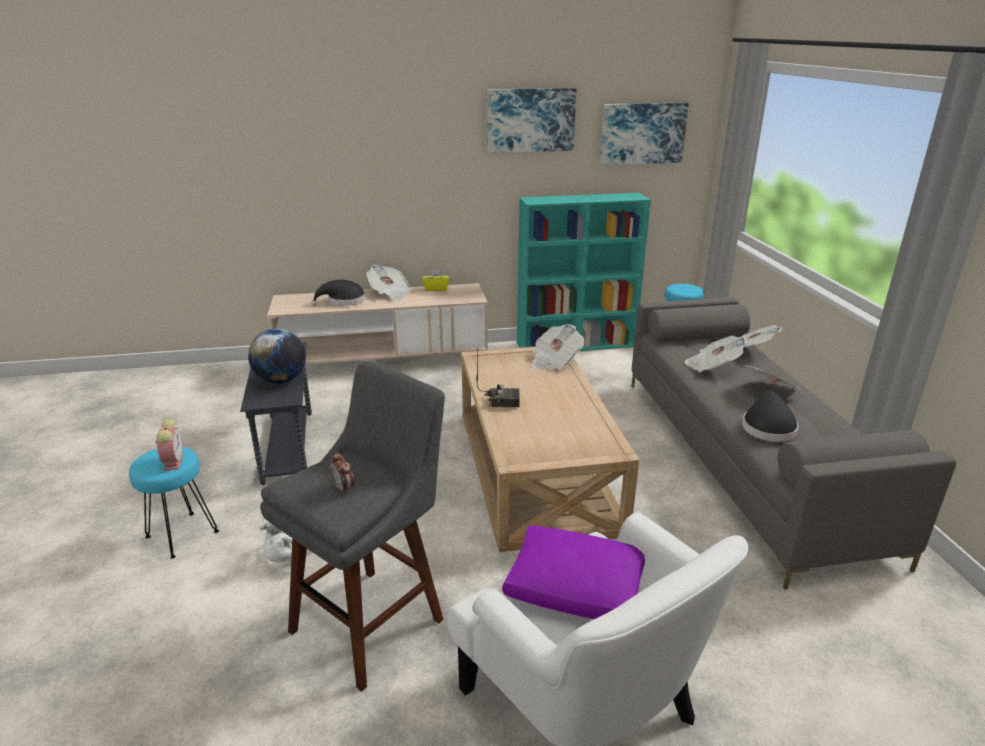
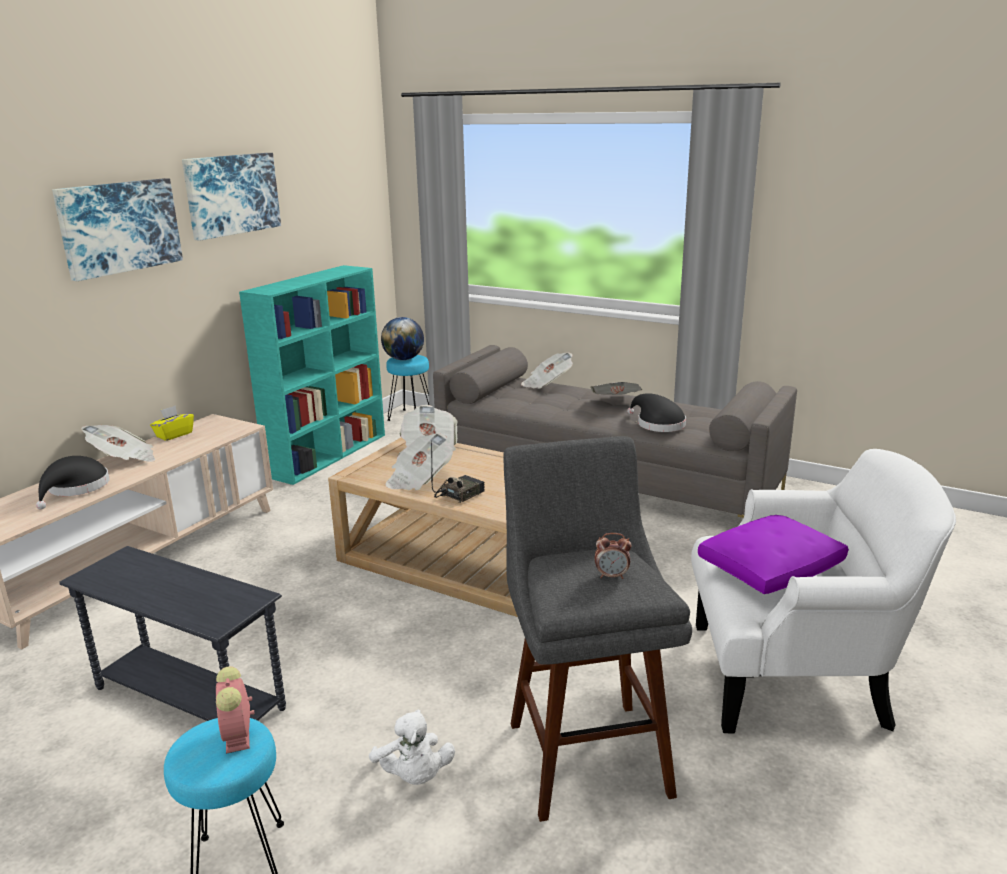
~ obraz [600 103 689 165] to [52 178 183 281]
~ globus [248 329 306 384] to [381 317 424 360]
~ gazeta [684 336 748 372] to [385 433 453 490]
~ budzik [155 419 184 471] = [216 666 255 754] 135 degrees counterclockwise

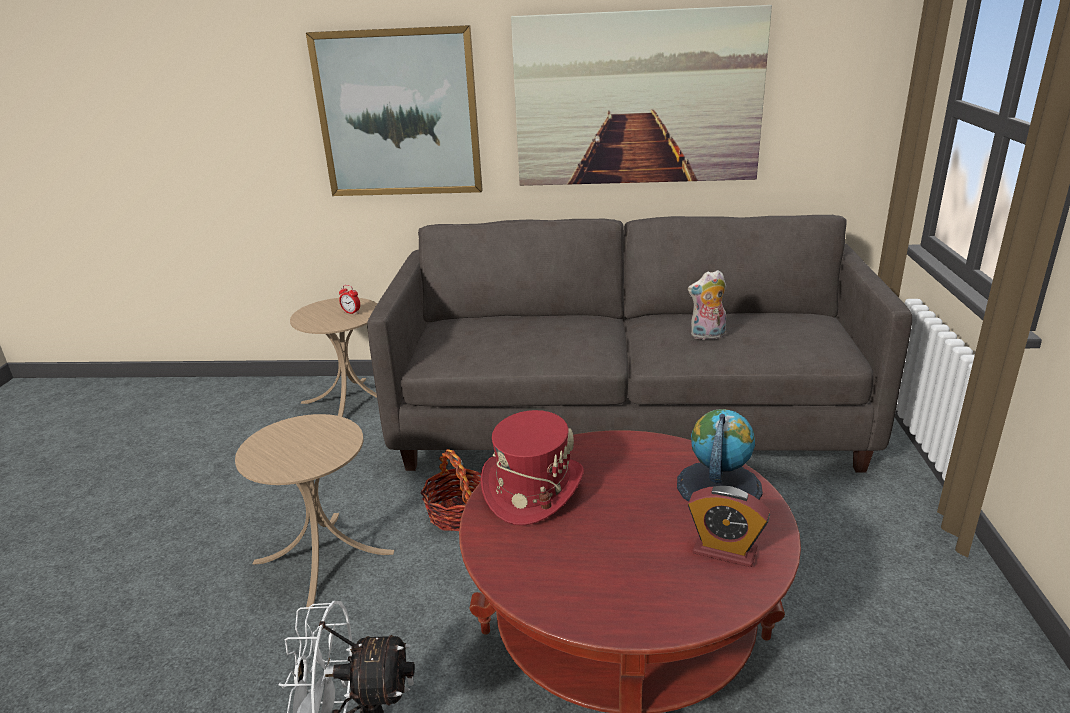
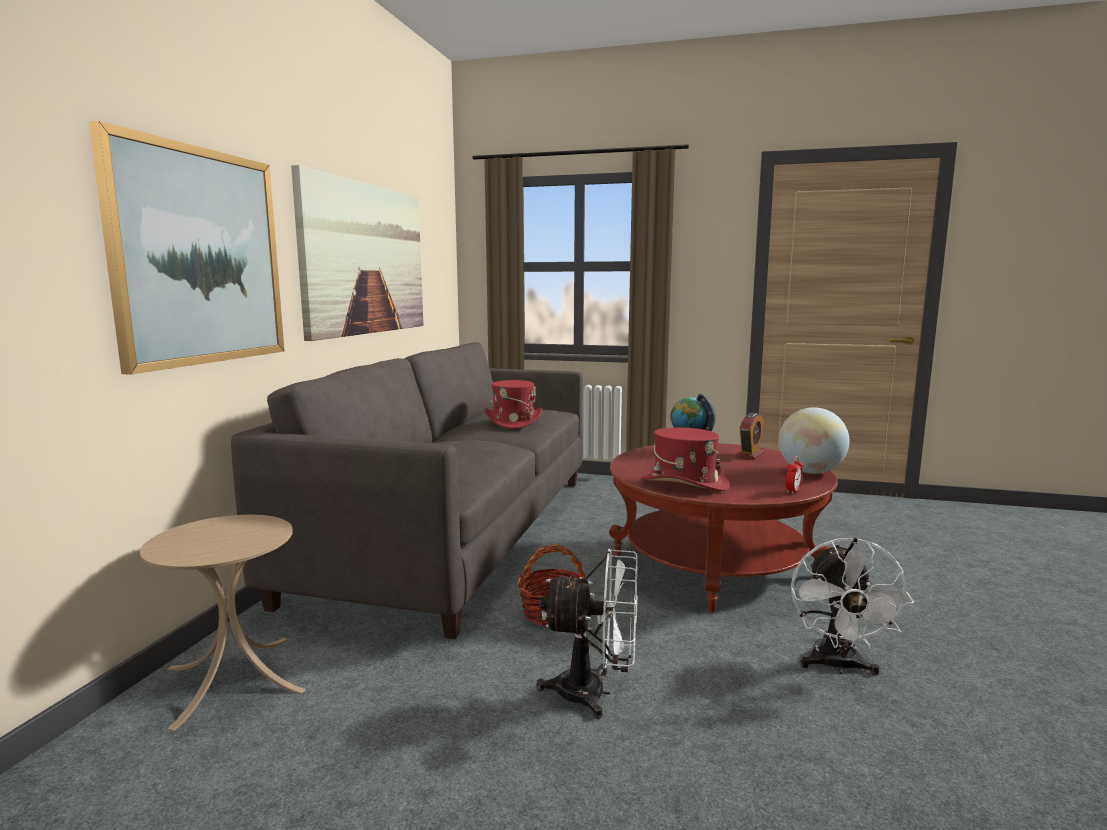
~ pluszak [688 270 726 340] to kapelusz (czerwony) [484 380 542 429]
~ budzik [339 285 360 315] to [785 456 804 494]
~ stolik (beżowy) [235 414 394 607] to wentylator (biały) [536 549 638 719]
+ globus [779 407 849 474]

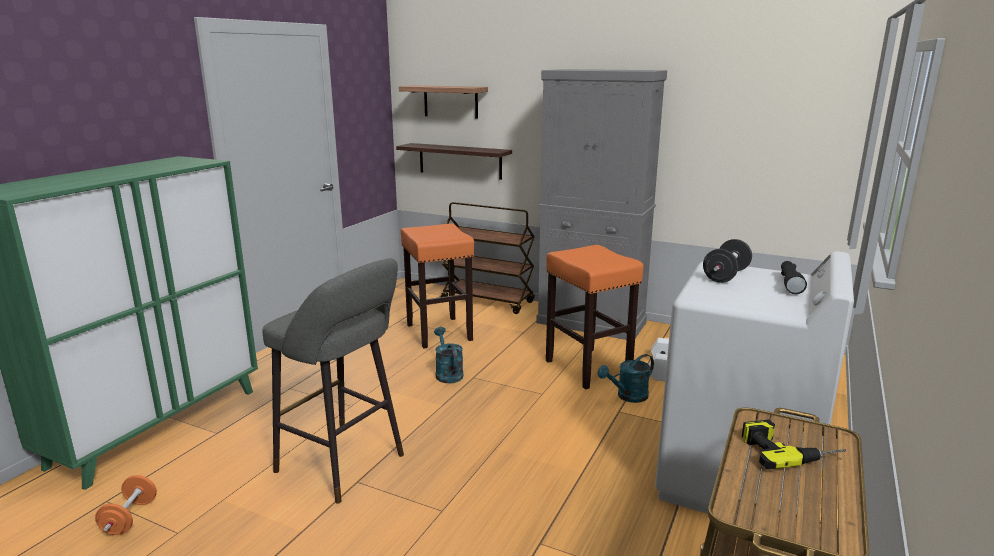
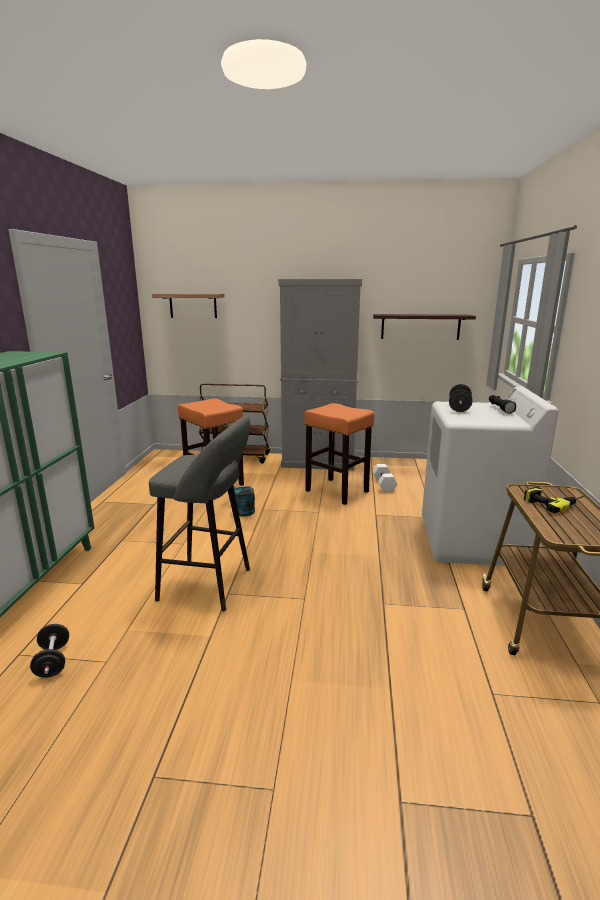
~ półka [396 143 512 180] to [373 314 476 340]
- konewka (turkusowy) [597 354 654 403]
~ hantel (pomarańczowy) [95 475 157 535] to hantel (czarny) [30 624 69 678]

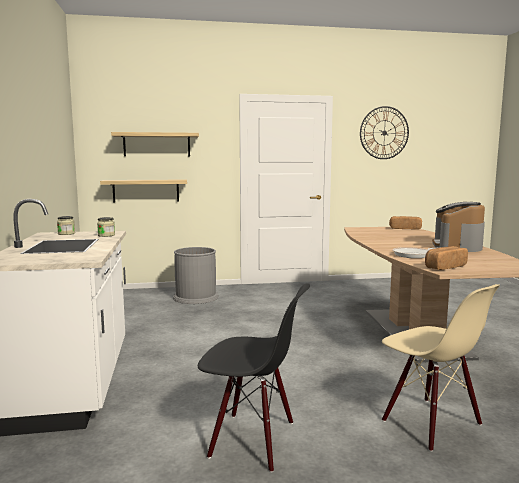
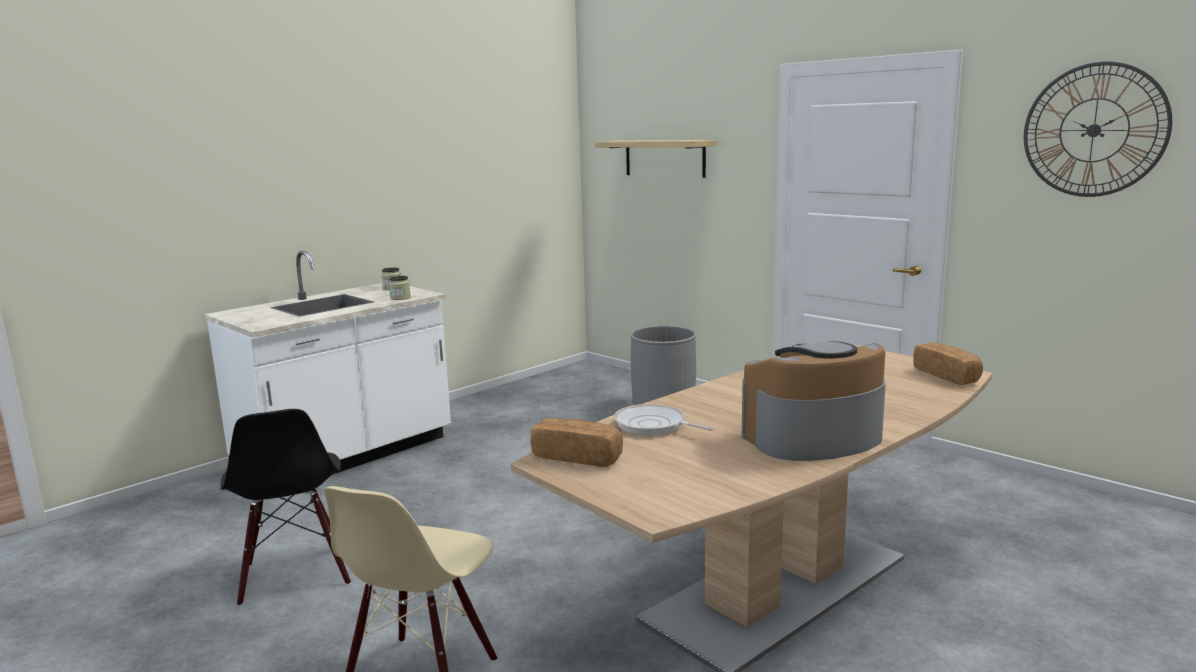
- półka [100 180 187 202]

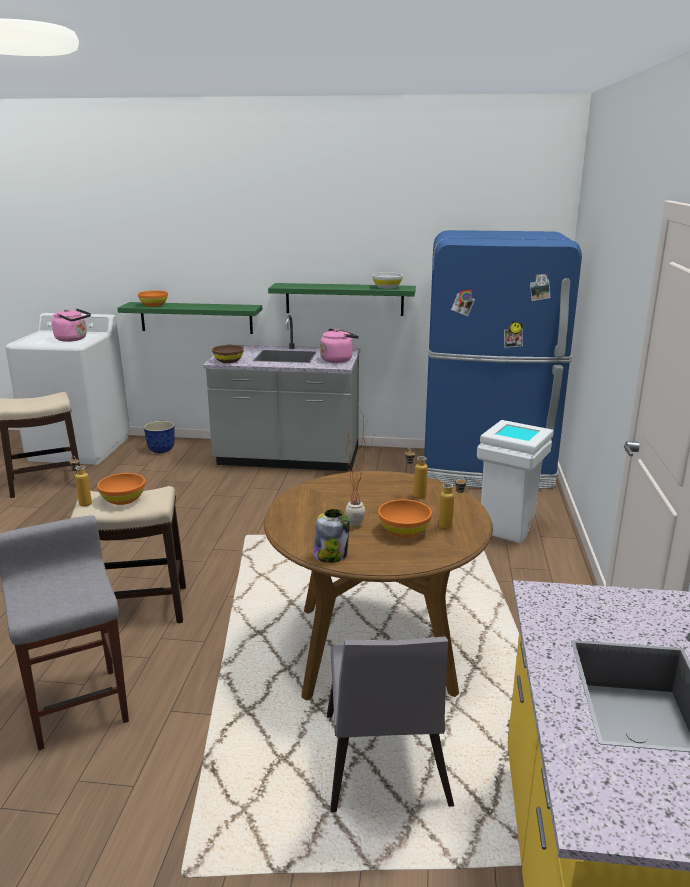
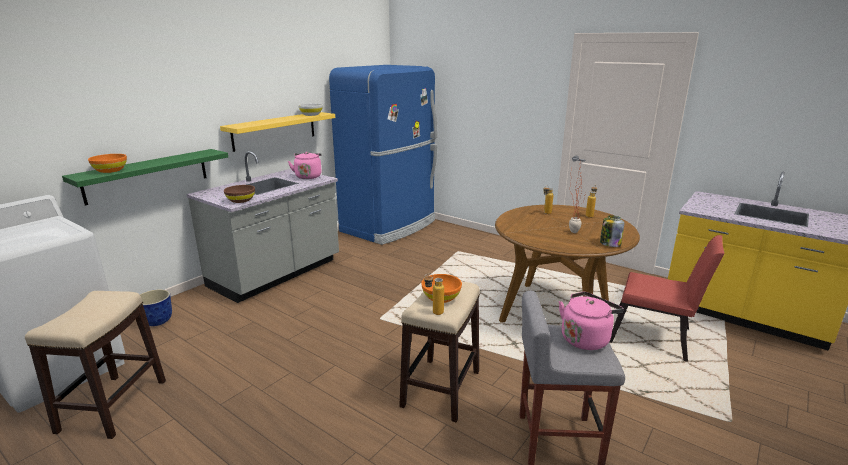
~ półka (zielony) [268 283 416 316] to półka (żółty) [220 112 335 152]
~ czajnik (różowy) [52 308 91 342] to [559 292 624 350]
- kosz na śmieci (biały) [477 420 554 543]
- miska (pomarańczowy) [378 499 432 538]
~ krzesło (szary) [327 637 454 812] to krzesło (czerwony) [609 235 725 362]

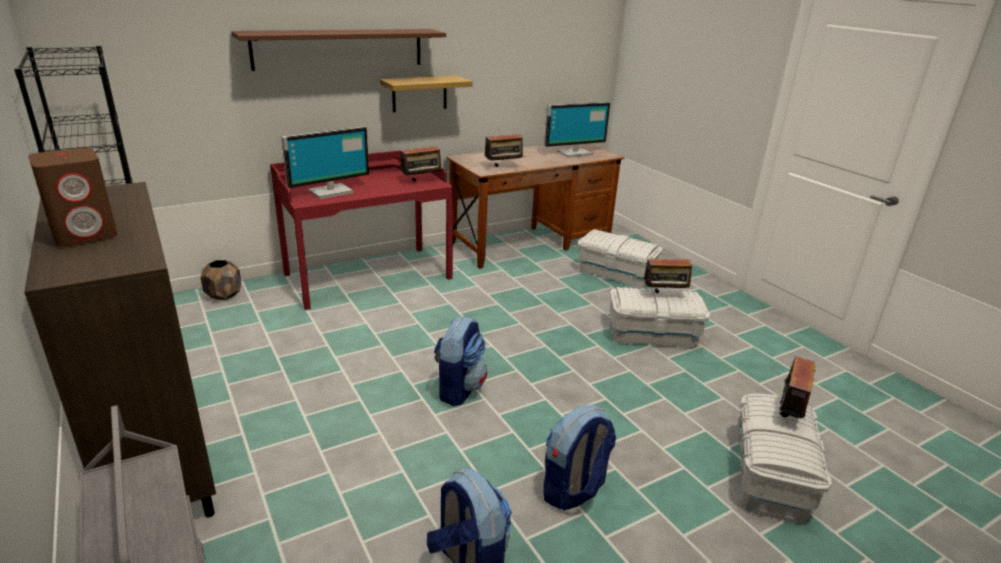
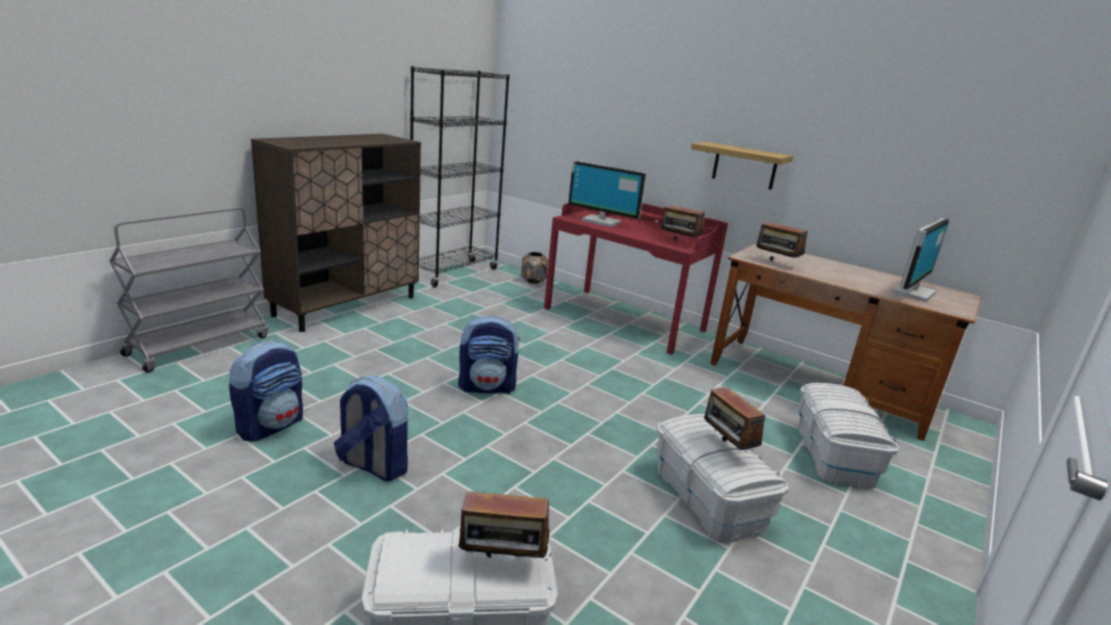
- półka (brązowy) [231 29 446 71]
~ monitor [544 102 610 158] = [892 218 949 302] 90 degrees counterclockwise
- głośnik (brązowy) [28 148 118 247]

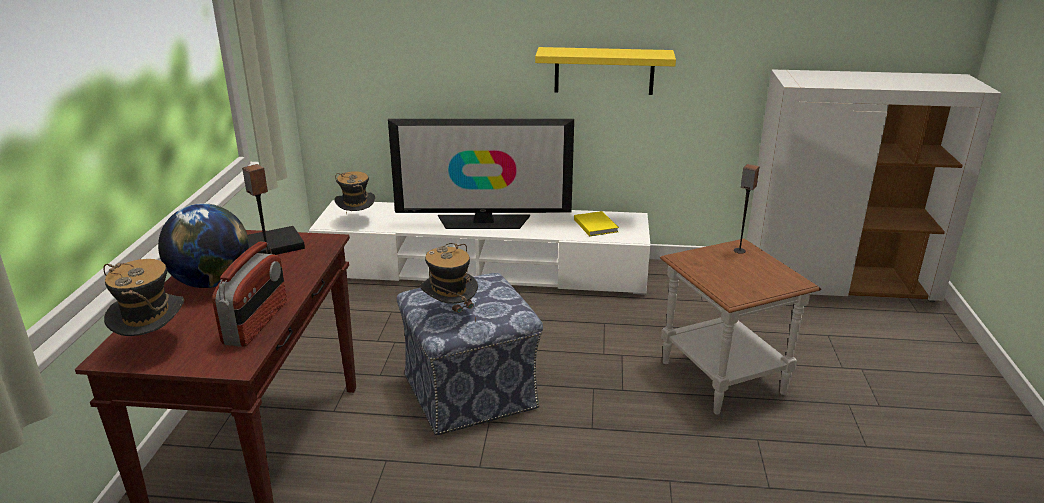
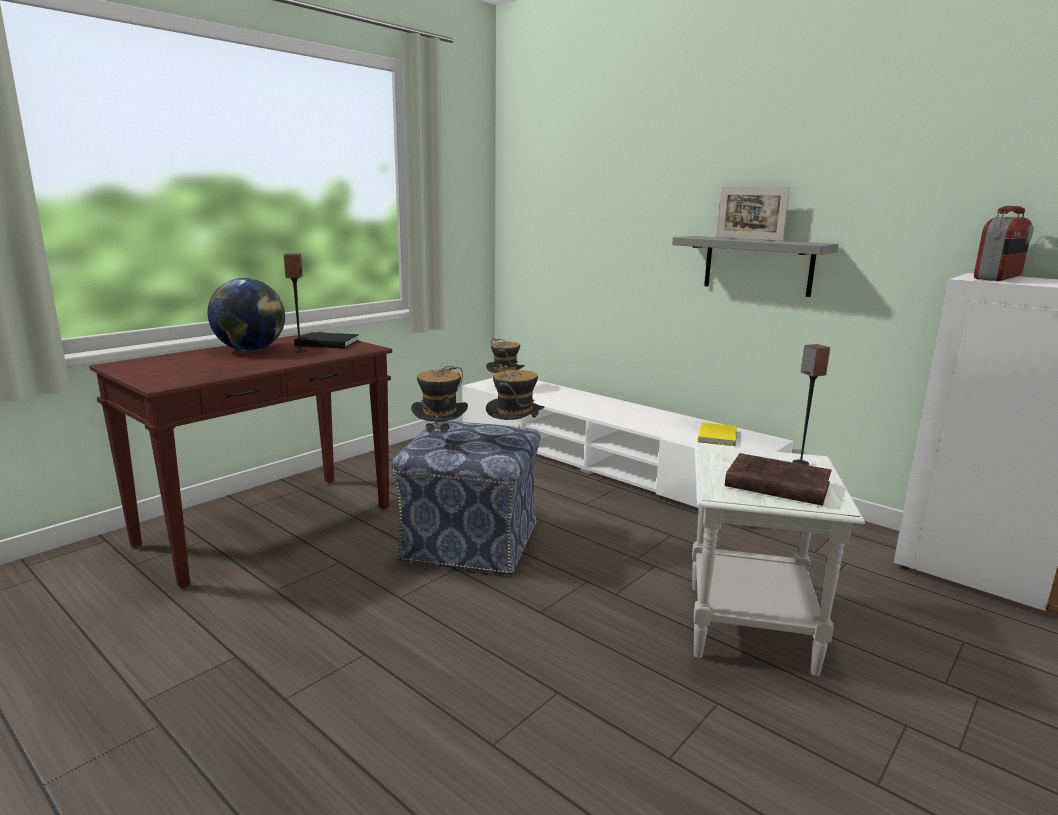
~ półka (żółty) [535 47 676 95] to półka (szary) [672 236 839 297]
- telewizor [388 119 574 229]
~ stolik (brązowy) [660 239 821 415] to stolik (biały) [692 445 865 676]
~ radio [212 241 287 347] to [974 206 1034 281]
~ kapelusz [103 259 184 336] to [486 364 544 428]
+ ramka na zdjęcie [716 187 790 241]
+ książka (brązowy) [725 453 832 506]

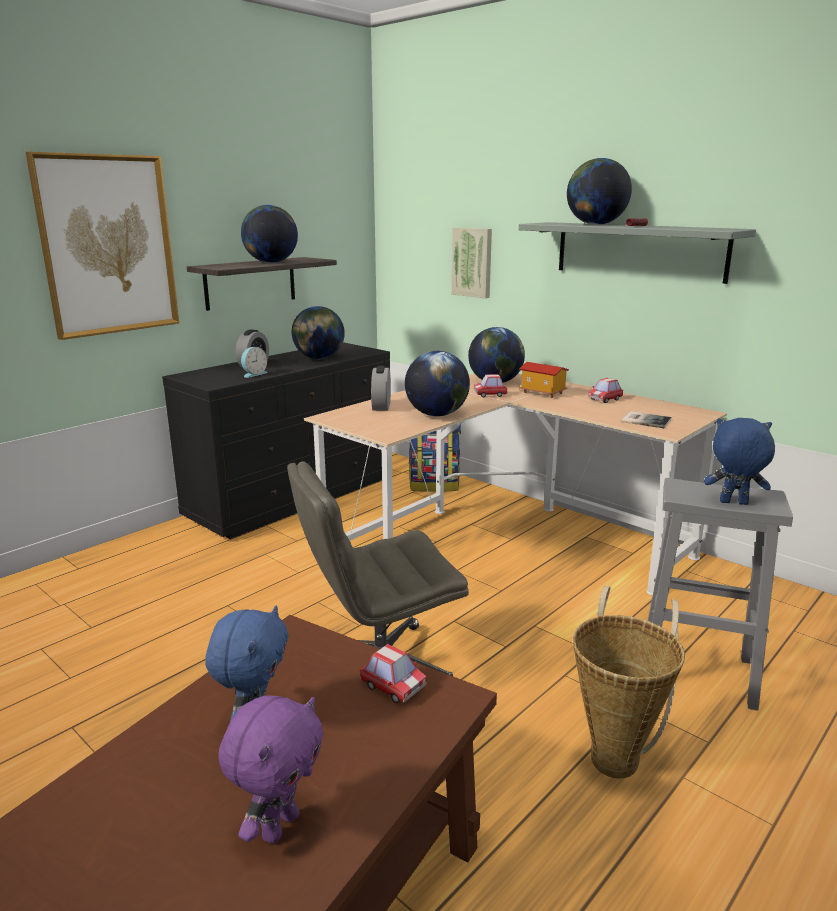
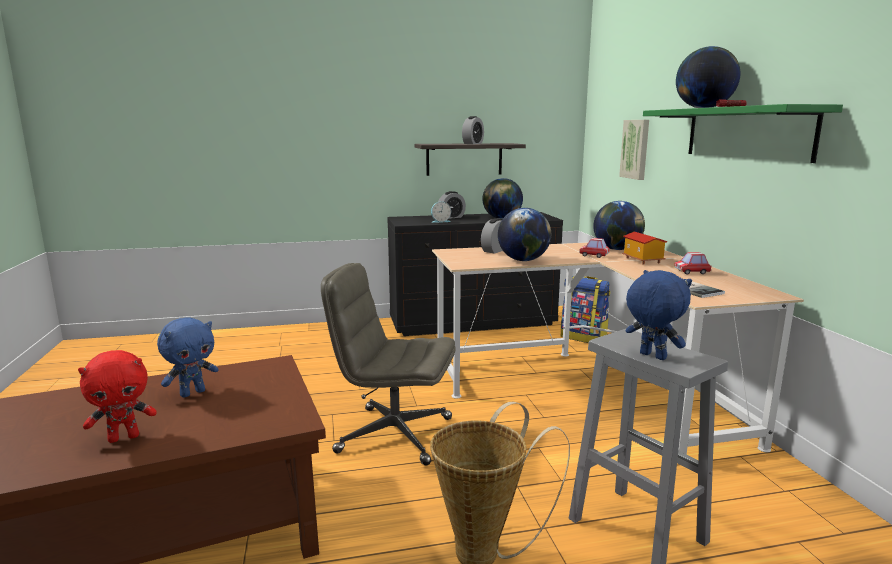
- obraz [26 152 179 340]
~ globus [241 205 298 263] to budzik [462 116 484 144]
~ półka (szary) [519 222 756 284] to półka (zielony) [643 104 843 163]
- samochodzik [359 644 427 703]
~ pluszak (fioletowy) [218 696 324 843] to pluszak (czerwony) [78 350 157 443]

